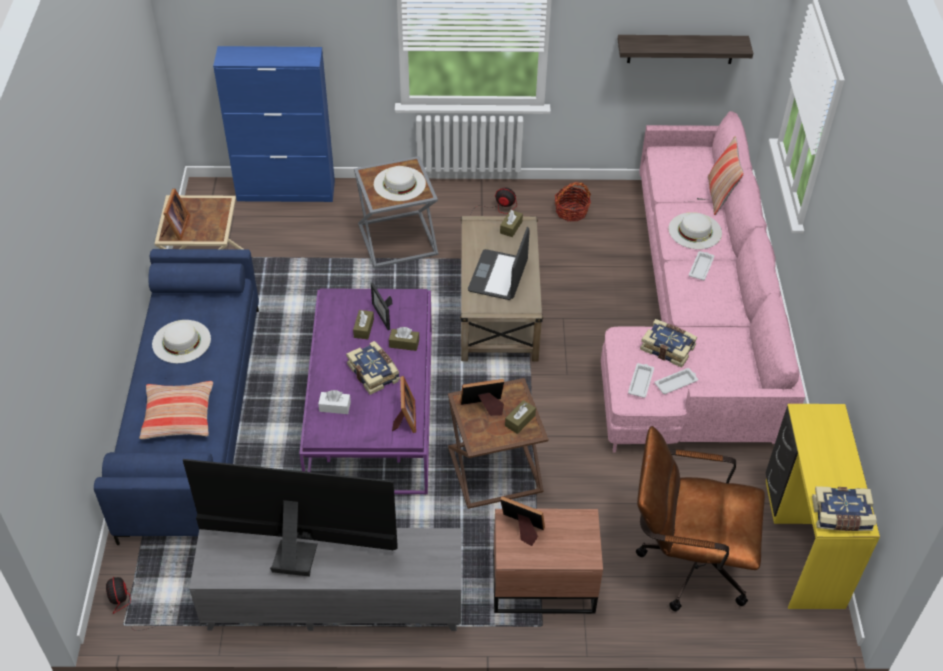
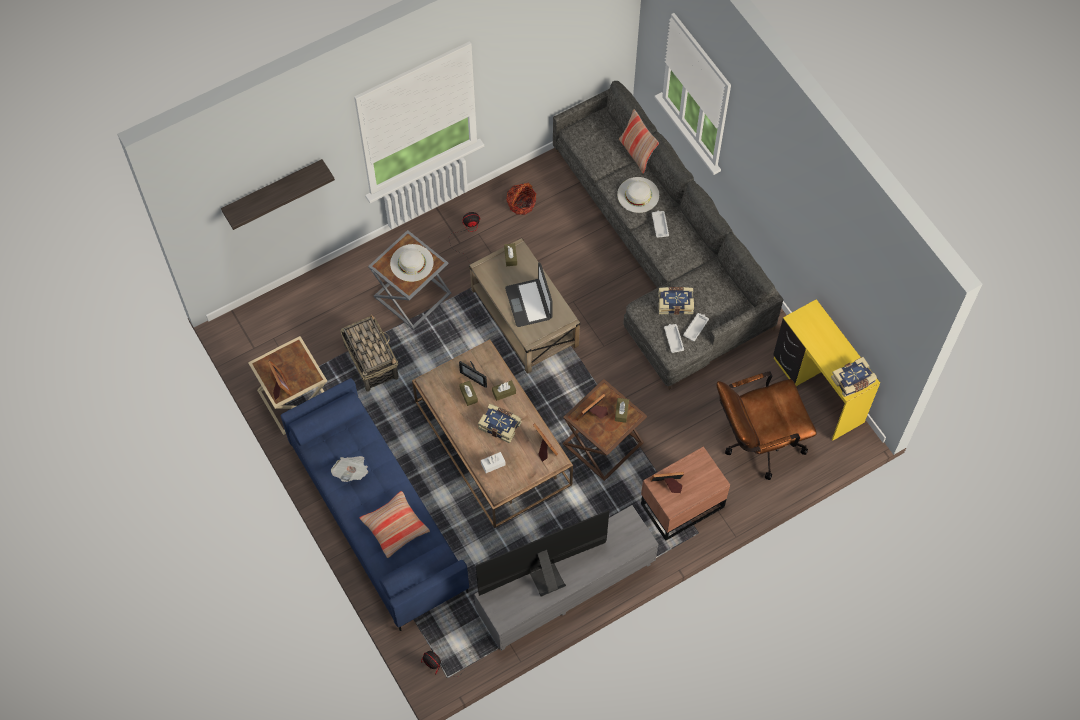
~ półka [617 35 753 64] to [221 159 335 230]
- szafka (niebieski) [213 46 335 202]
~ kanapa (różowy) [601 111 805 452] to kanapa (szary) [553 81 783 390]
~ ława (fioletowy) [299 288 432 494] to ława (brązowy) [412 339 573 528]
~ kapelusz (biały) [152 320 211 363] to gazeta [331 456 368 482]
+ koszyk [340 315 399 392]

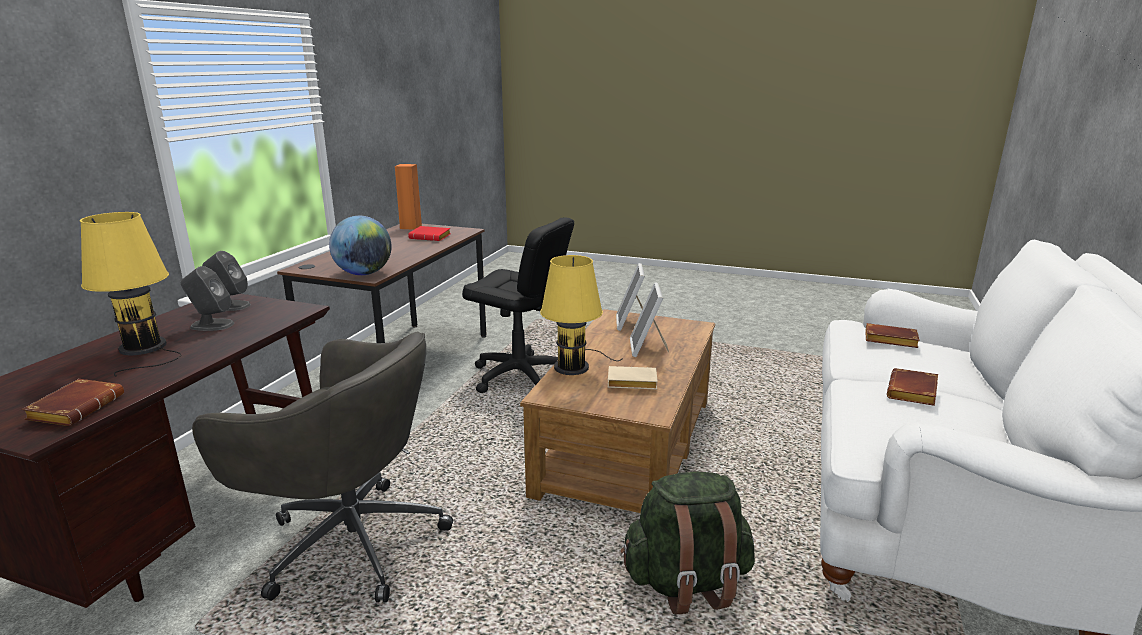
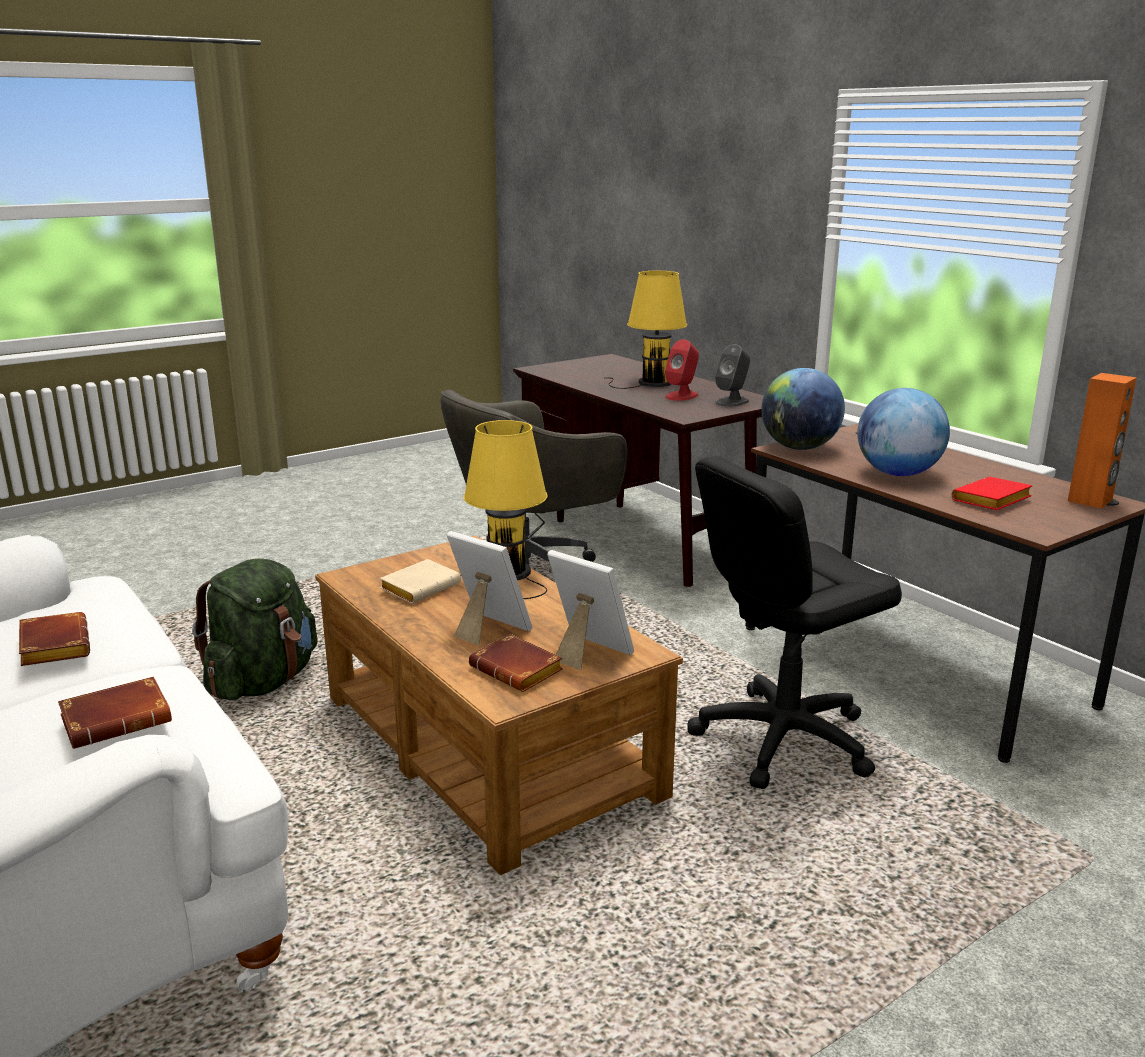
~ głośnik (szary) [181 266 234 331] to głośnik (czerwony) [665 339 699 401]
~ książka (brązowy) [22 379 124 426] to [469 634 563 692]
+ globus [857 388 950 476]

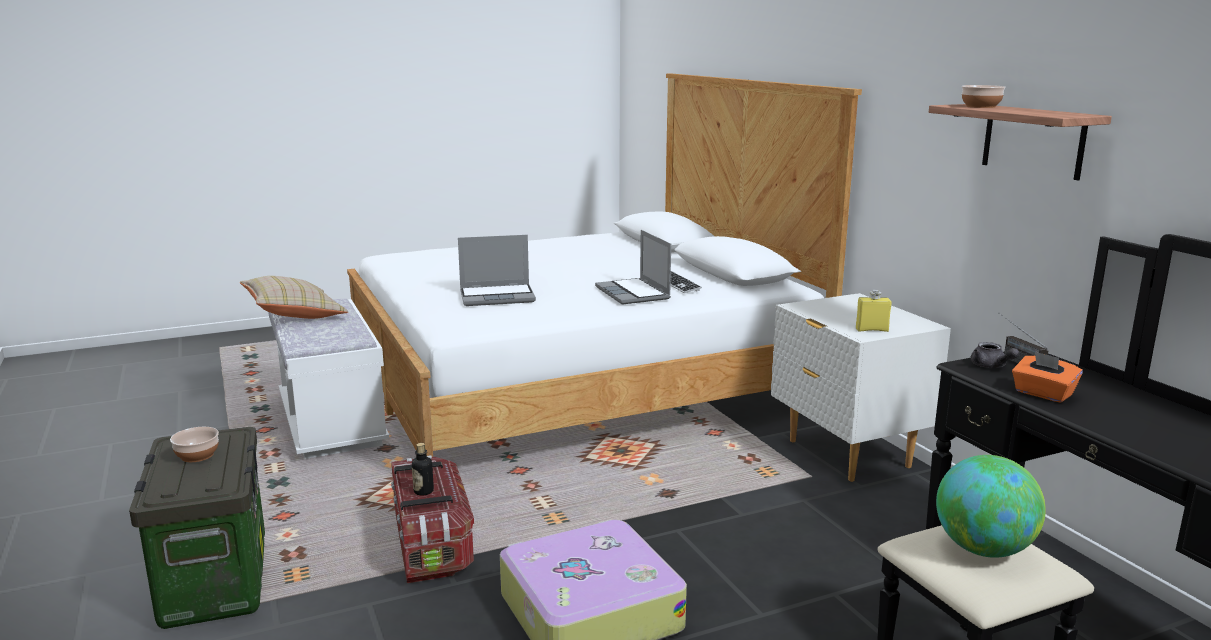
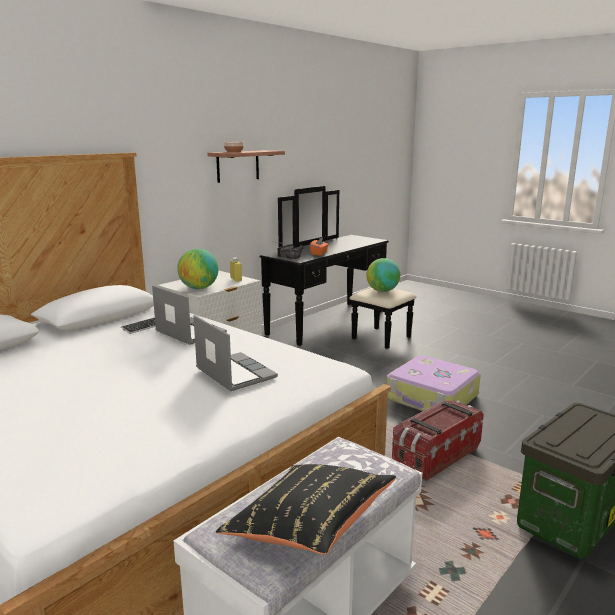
~ laptop [595 230 671 305] = [152 286 227 345] 90 degrees counterclockwise
~ poduszka (beżowy) [240 276 349 319] to poduszka (czarny) [216 464 396 554]
- miska [170 427 219 462]
- butelka [412 443 434 496]
+ globus [177 249 219 289]

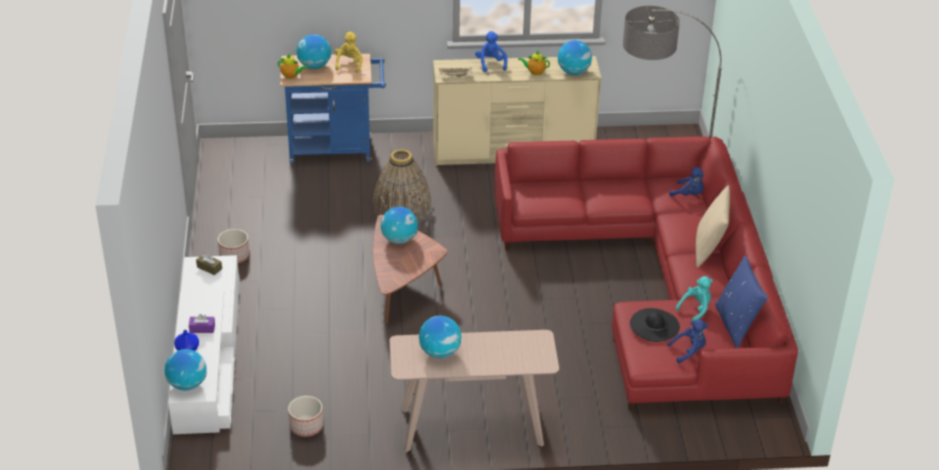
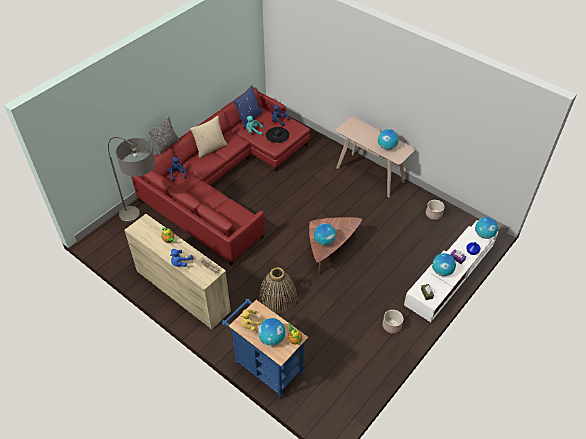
~ globus [558 40 592 75] to [432 253 456 276]
+ poduszka [148 116 180 155]

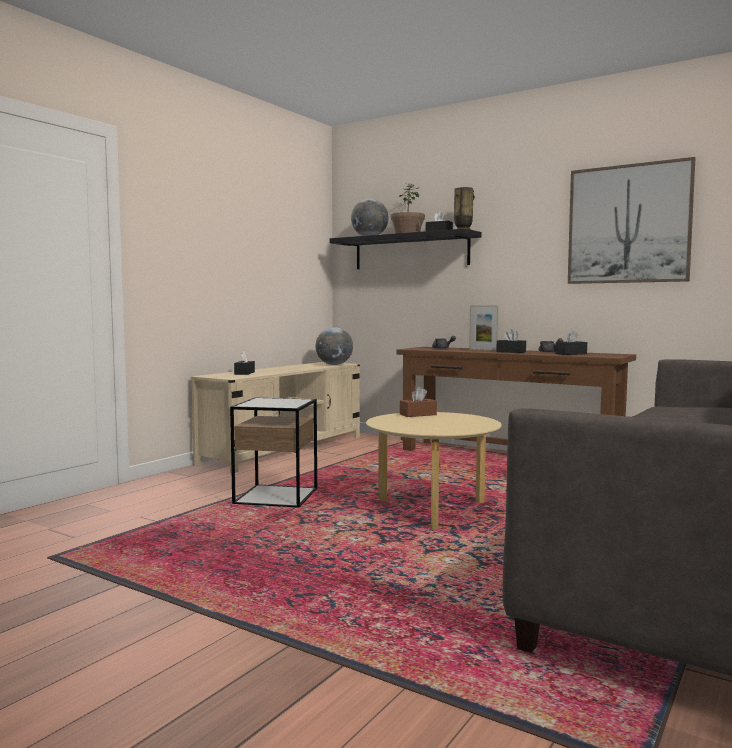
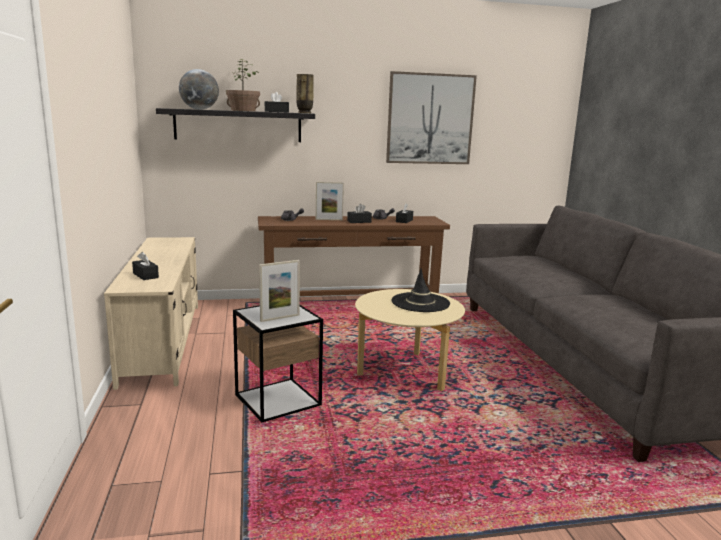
- globus [316 327 353 365]
- pudełko chusteczek (brązowy) [400 387 437 417]
+ ramka na zdjęcie [259 260 300 322]
+ kapelusz (czarny) [391 268 450 312]

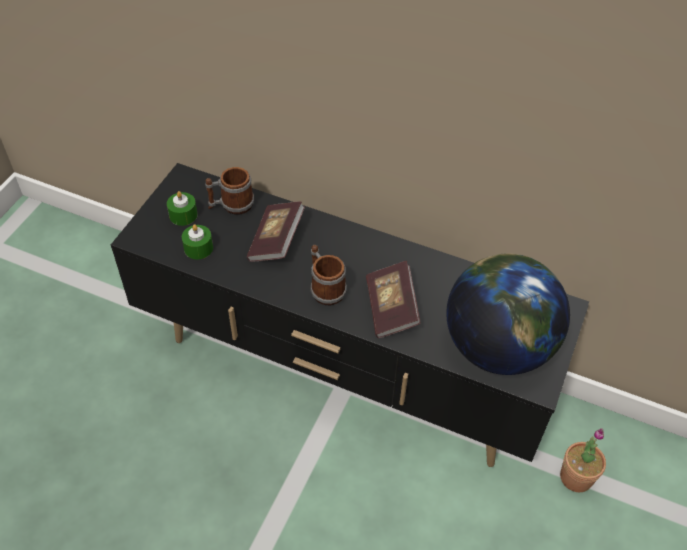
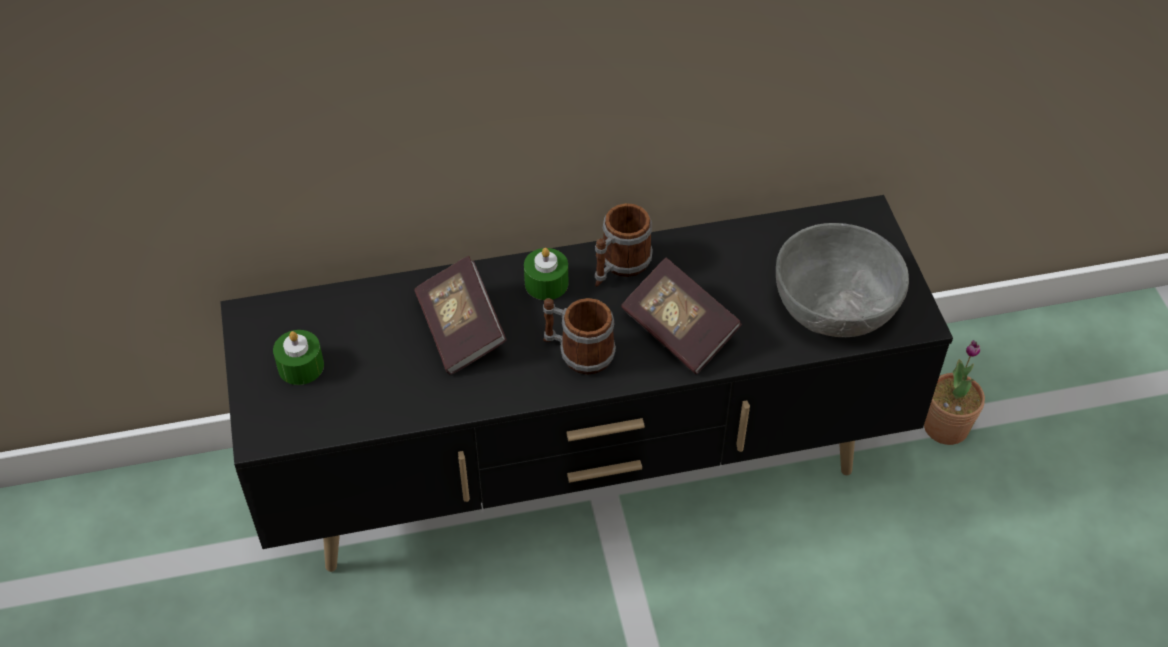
~ kubek [205 167 254 215] to [595 203 653 287]
~ świeca (zielony) [182 224 213 259] to [524 248 568 300]
~ globus [446 254 570 375] to miska (szary) [776 223 909 337]

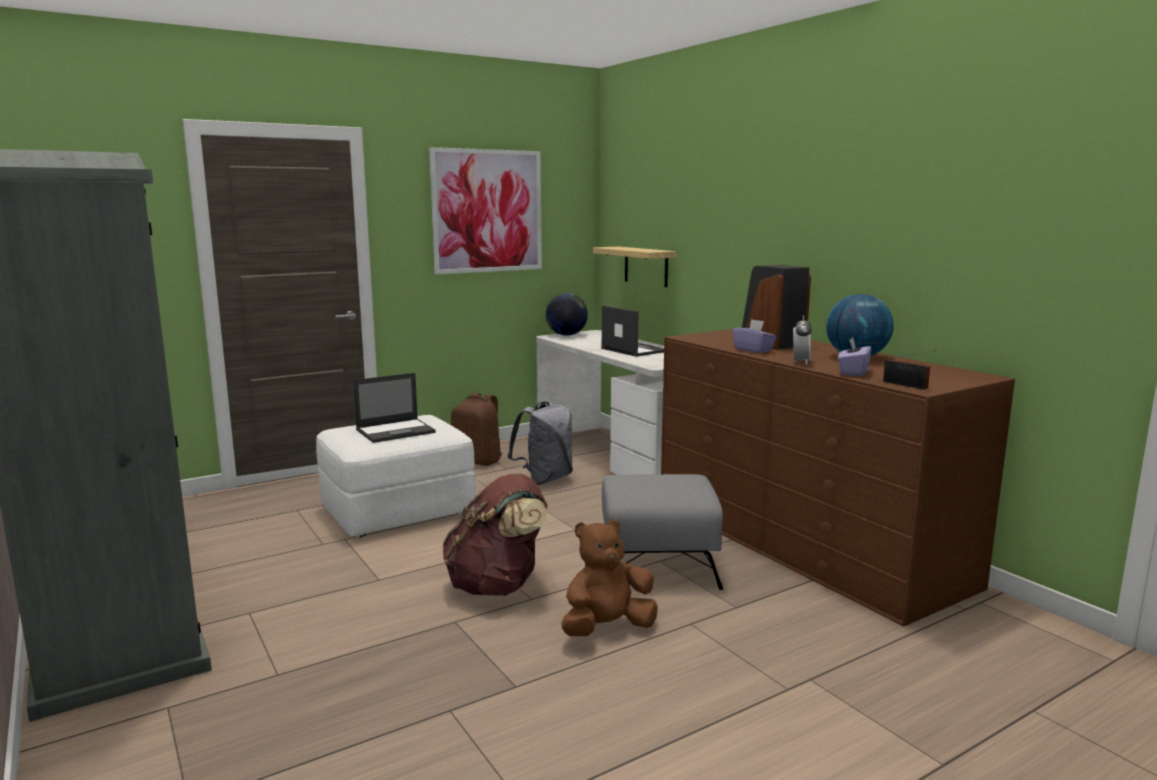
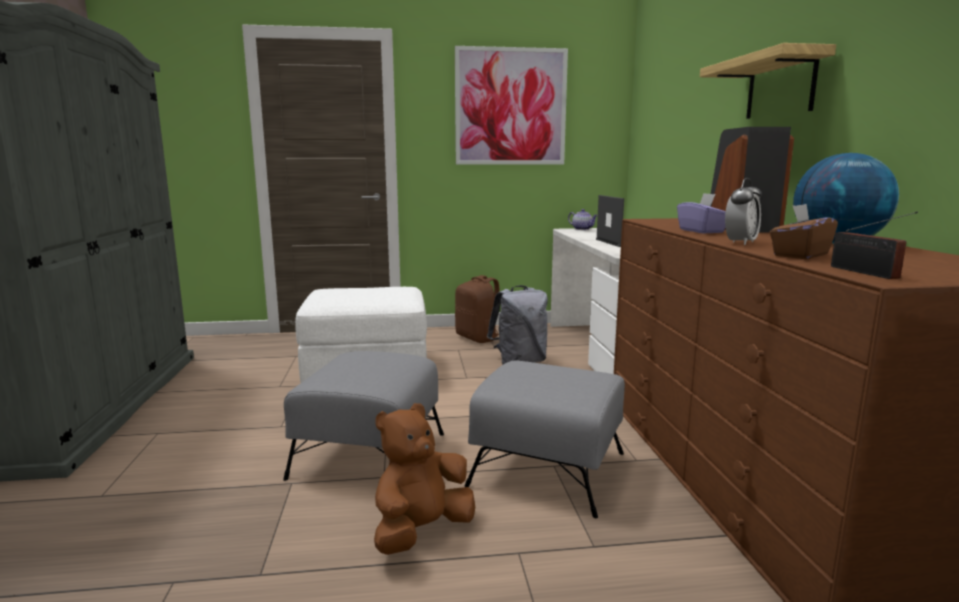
~ półka [593 247 677 287] to [700 43 836 119]
~ globus [546 293 588 336] to imbryk [568 209 598 230]
~ pudełko chusteczek (fioletowy) [838 338 872 376] to pudełko chusteczek (brązowy) [770 204 838 259]
- laptop [353 373 436 443]
~ plecak (brązowy) [443 474 548 596] to pufa (szary) [283 351 444 481]
~ pluszak (brązowy) [561 520 658 636] = [374 403 475 555] 45 degrees counterclockwise

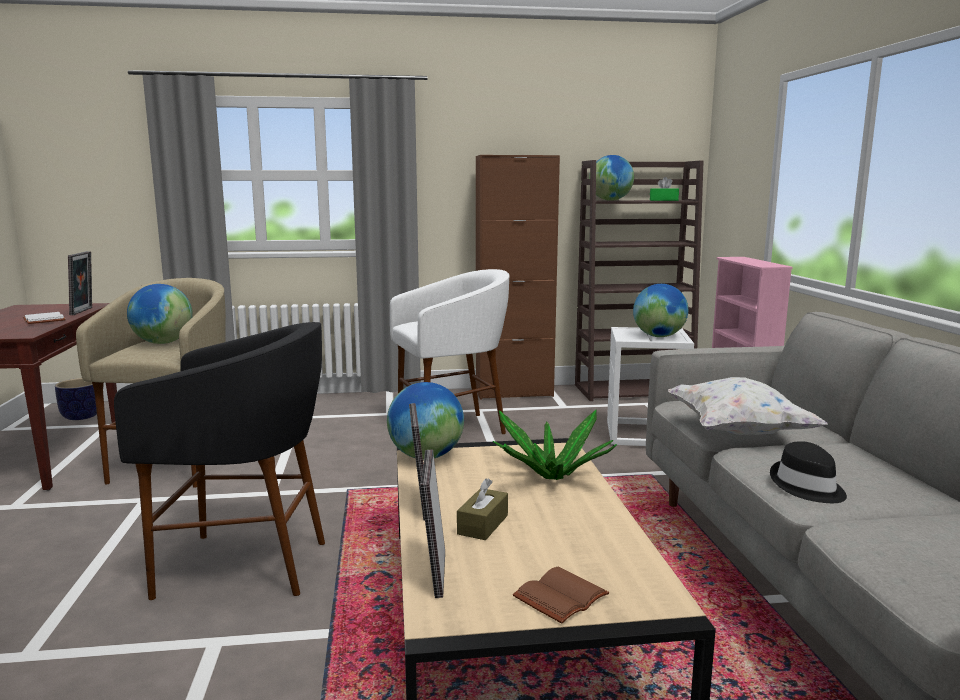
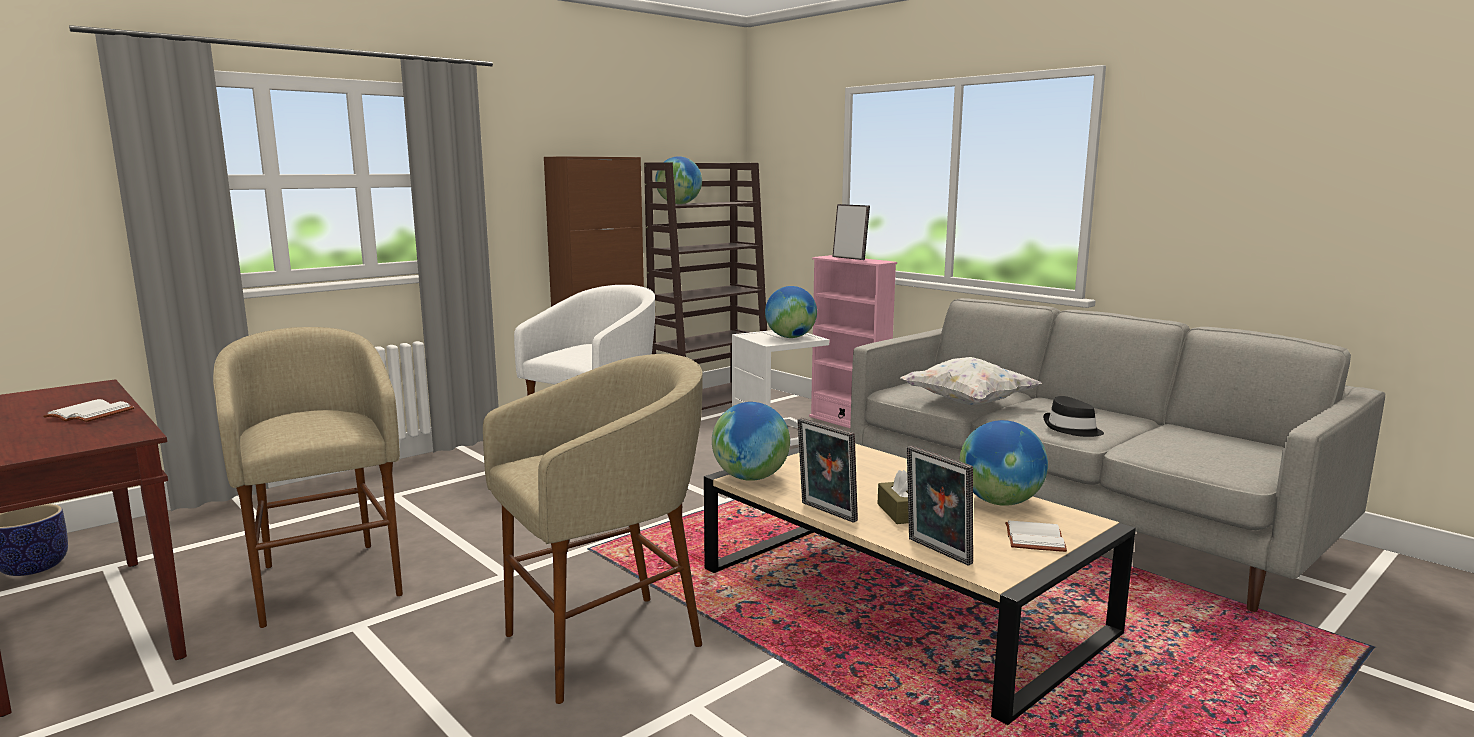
- pudełko chusteczek (zielony) [650 177 679 201]
~ ramka na zdjęcie [68 251 92 315] to [833 204 870 260]
~ globus [127 284 193 344] to [959 420 1048 506]
~ stołek (czarny) [114 322 325 600] to stołek (beżowy) [483 354 703 704]
- roślina doniczkowa [493 410 617 480]
~ książka (brązowy) [513 566 609 624] to książka (biały) [1005 520 1067 552]

